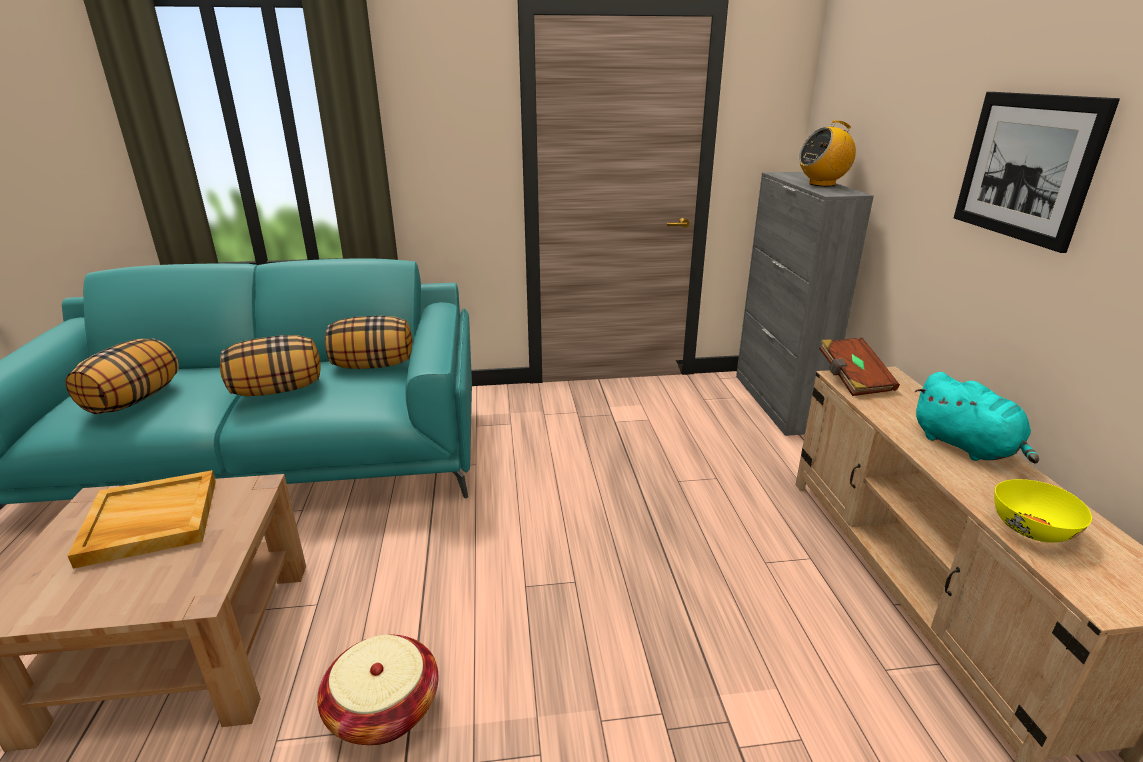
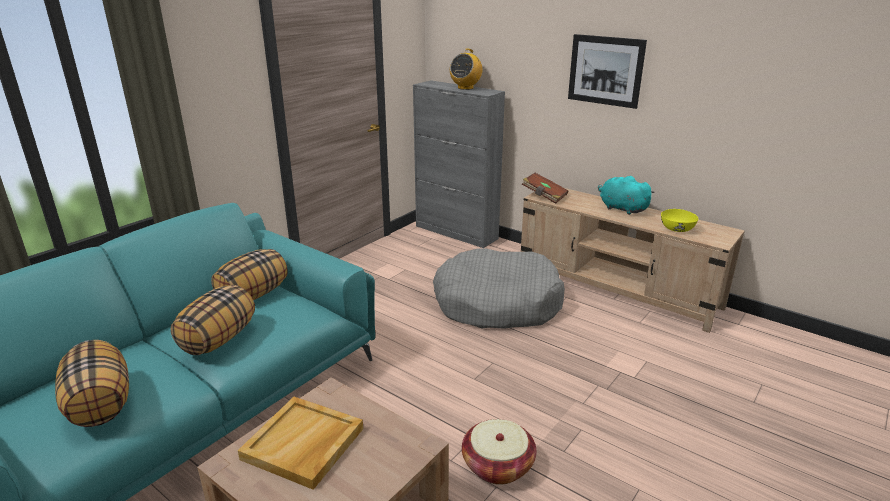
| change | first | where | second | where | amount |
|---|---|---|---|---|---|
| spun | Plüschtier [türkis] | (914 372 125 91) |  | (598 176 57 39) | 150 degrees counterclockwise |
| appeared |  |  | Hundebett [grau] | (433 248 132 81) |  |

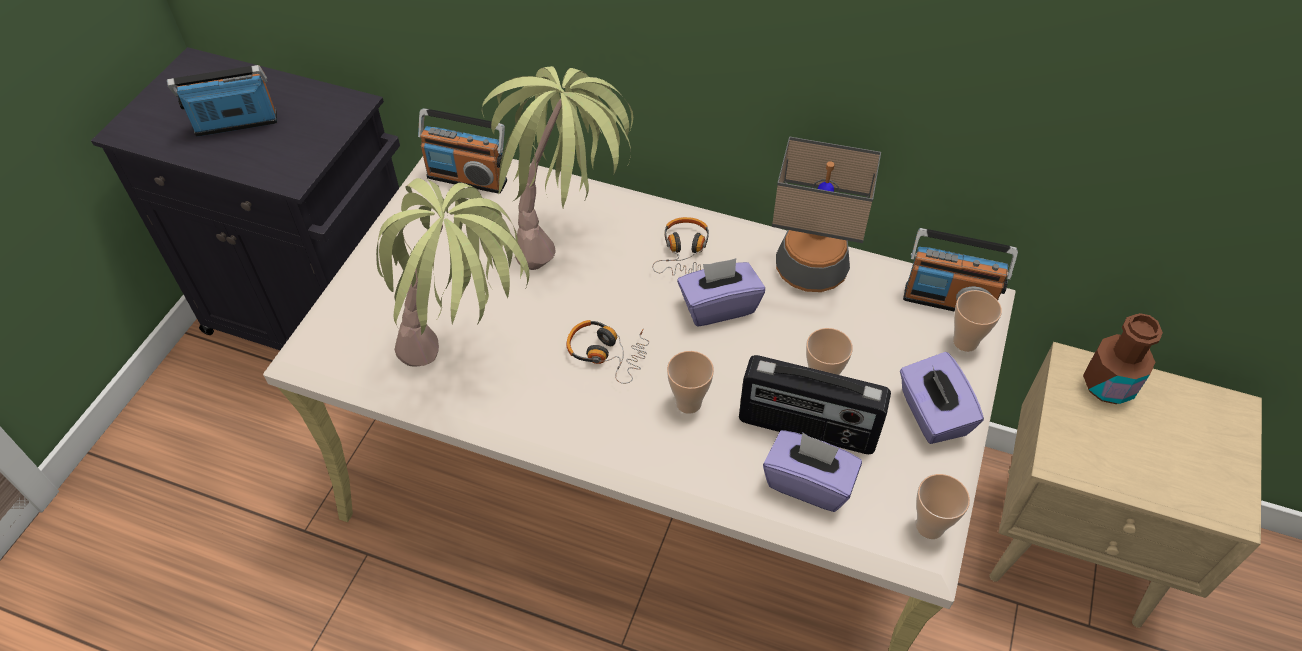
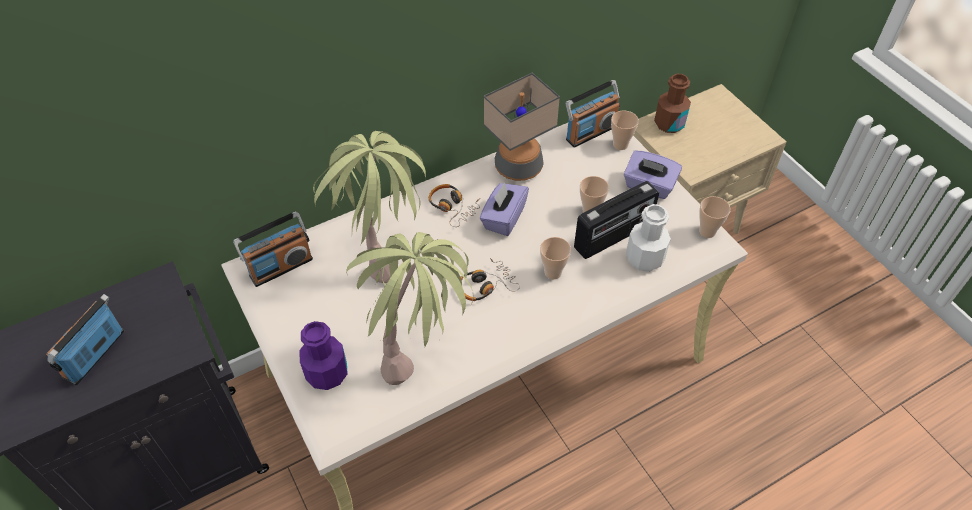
| change | first | where | second | where | amount |
|---|---|---|---|---|---|
| exchanged | Taschentuchbox [lila] | (763 430 99 82) | Flasche [weiß] | (626 204 45 68) |  |
| appeared |  |  | Flasche [lila] | (300 321 48 69) |  |

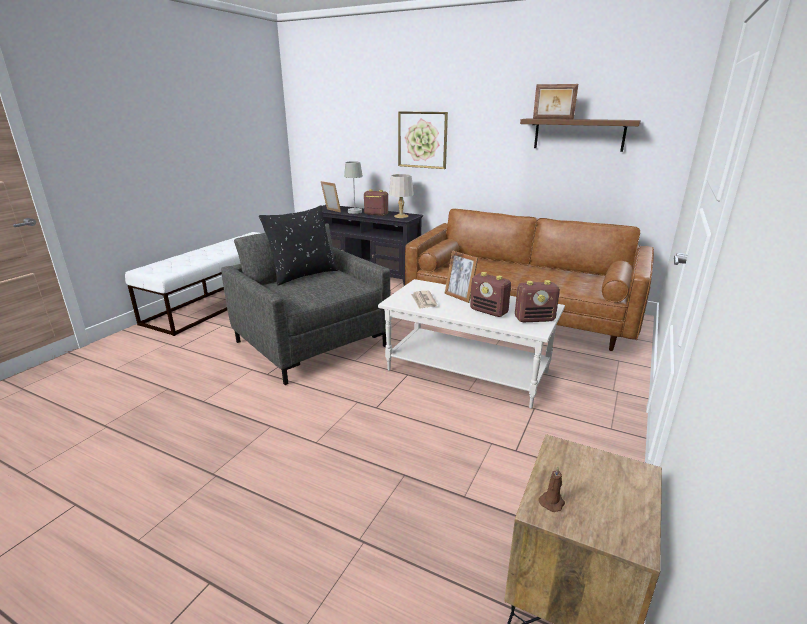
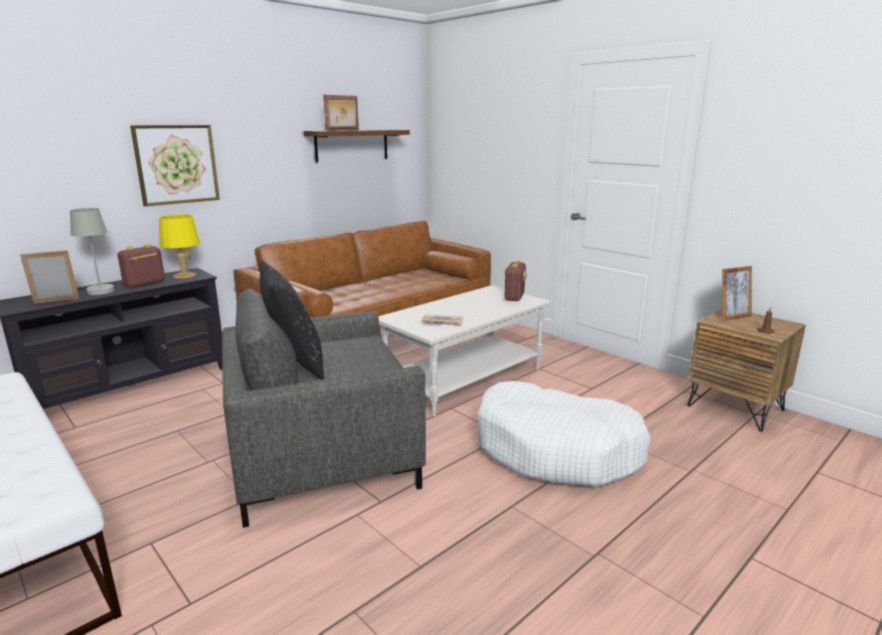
| change | first | where | second | where | amount |
|---|---|---|---|---|---|
| colour | Tischlampe [grau] | (389 174 25 44) | Tischlampe [gelb] | (159 214 41 65) |  |
| relocated | Bilderrahmen | (444 251 34 52) |  | (722 266 30 55) |  |
| missing | Radio | (470 272 41 45) |  |  |  |
| appeared |  |  | Hundebett [weiß] | (477 381 174 106) |  |

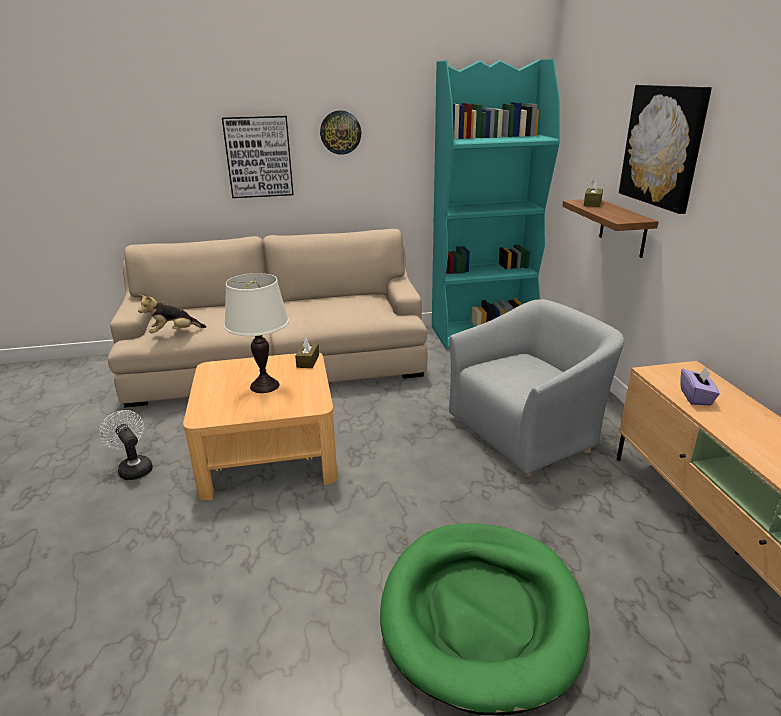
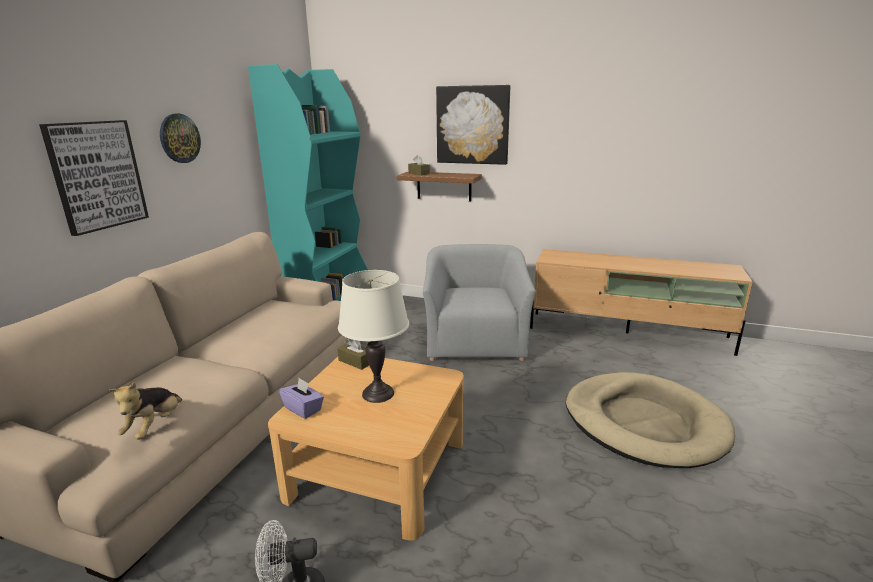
| change | first | where | second | where | amount |
|---|---|---|---|---|---|
| relocated | Taschentuchbox [lila] | (680 366 40 40) |  | (279 378 45 41) |  |
| colour | Hundebett [grün] | (380 523 209 193) | Hundebett [beige] | (566 372 169 96) |  |

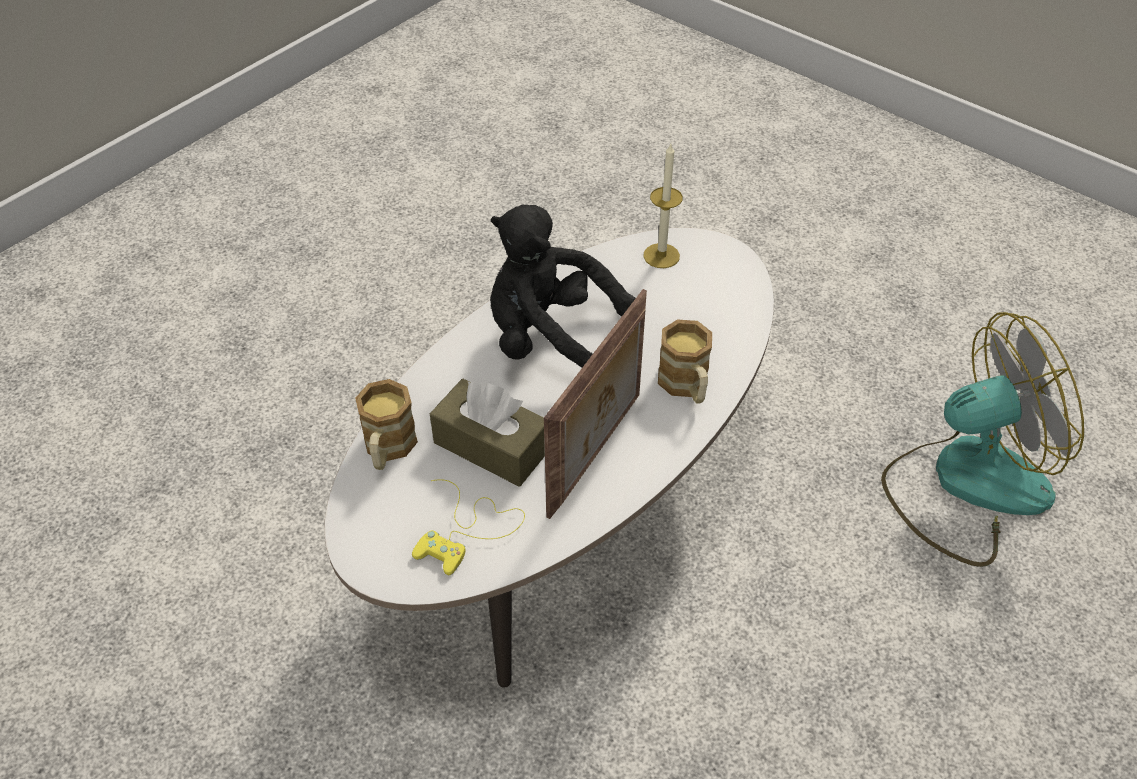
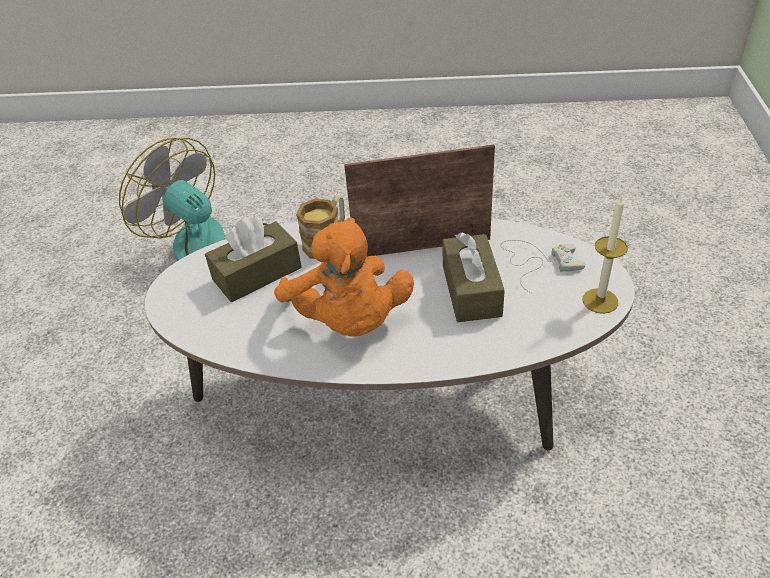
| change | first | where | second | where | amount |
|---|---|---|---|---|---|
| relocated | Kerze | (643 144 40 124) |  | (583 194 45 120) |  |
| colour | Plüschtier [schwarz] | (490 205 146 163) | Plüschtier [orange] | (274 218 140 119) |  |
| missing | Henkelbecher | (355 379 63 91) |  |  |  |
| colour | Gamepad [gelb] | (412 479 113 96) | Gamepad [weiß] | (501 240 84 53) |  |
| appeared |  |  | Taschentuchbox [braun] | (205 217 97 85) |  |

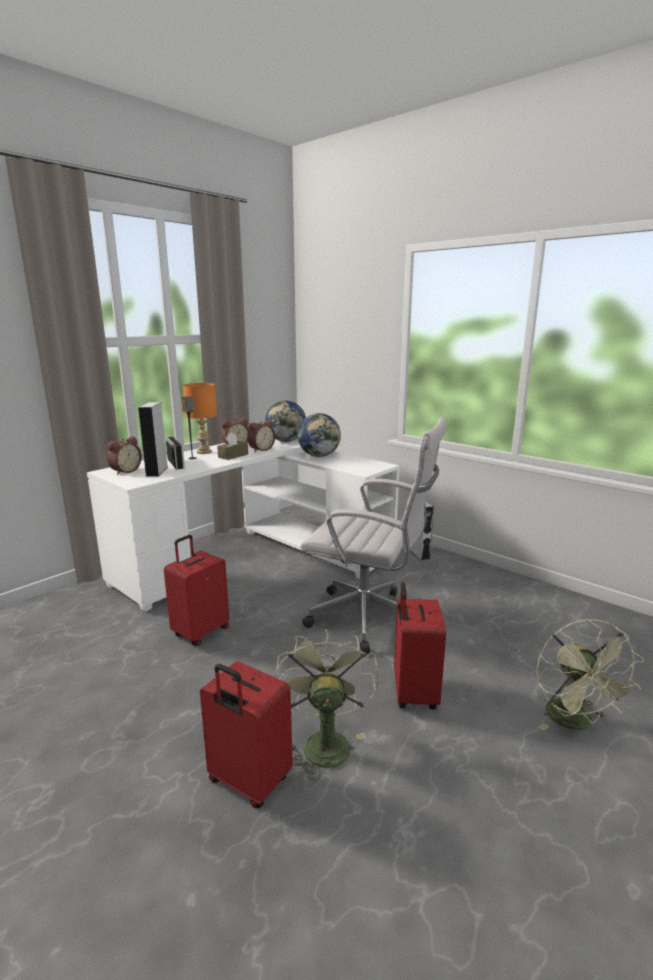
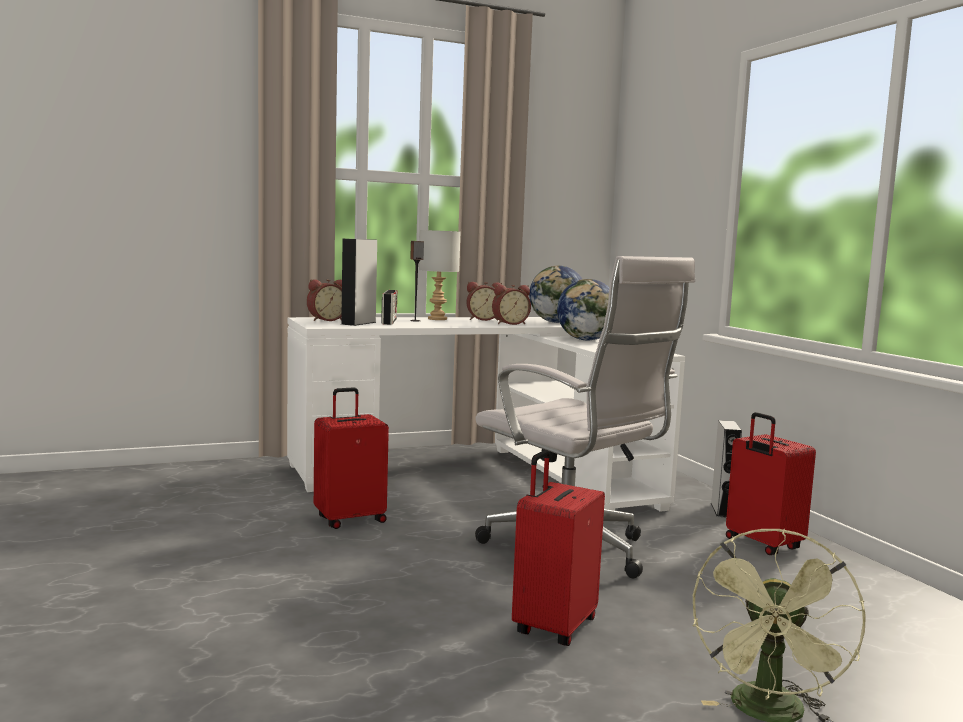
| change | first | where | second | where | amount |
|---|---|---|---|---|---|
| colour | Tischlampe [orange] | (183 383 34 71) | Tischlampe [grau] | (419 230 41 90) |  |
| missing | Taschentuchbox [braun] | (217 433 31 27) |  |  |  |
| missing | Ventilator [grün] | (274 629 106 152) |  |  |  |
| relocated | Koffer [rot] | (200 661 93 147) |  | (726 412 90 143) |  |

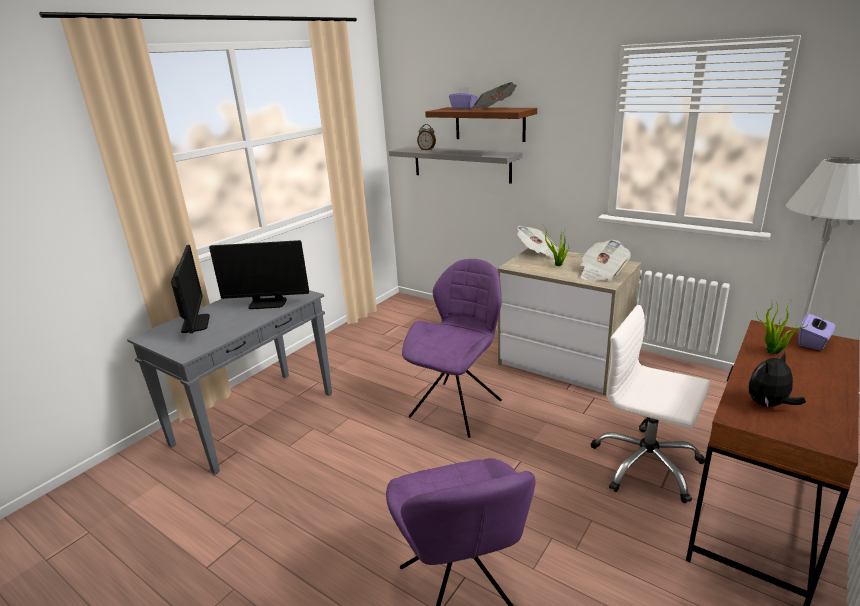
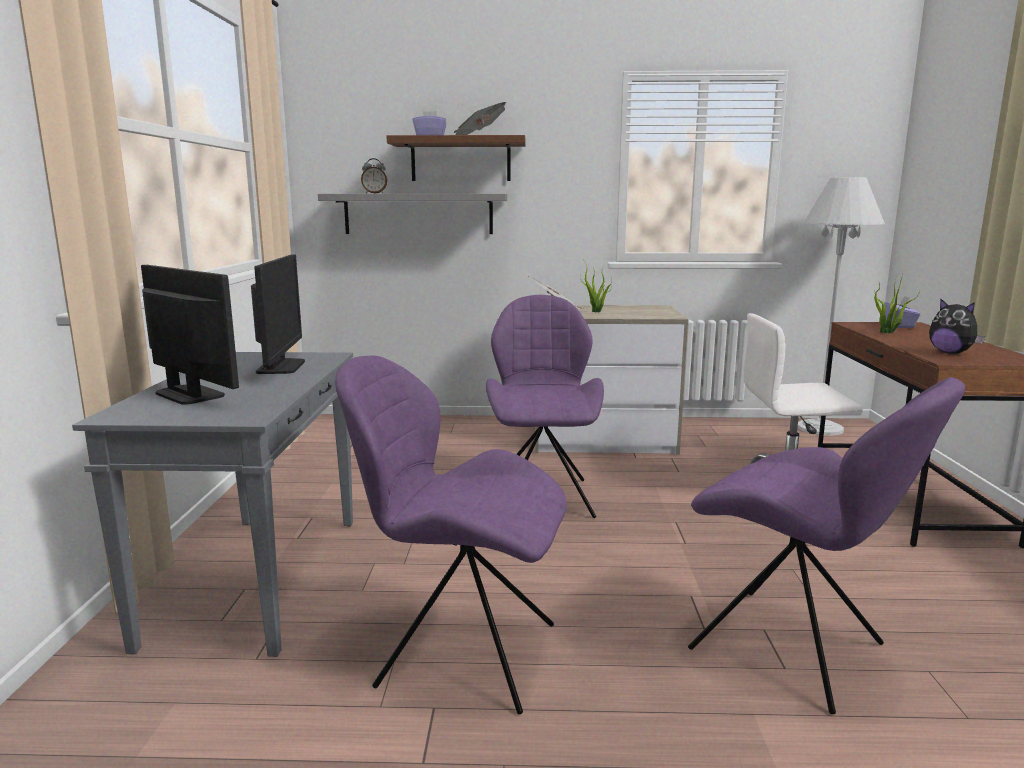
| change | first | where | second | where | amount |
|---|---|---|---|---|---|
| spun | Monitor | (209 240 100 69) |  | (251 254 54 120) | 60 degrees counterclockwise |
| missing | Zeitung | (580 240 51 40) |  |  |  |
| spun | Plüschtier | (749 351 57 56) |  | (929 299 56 55) | 60 degrees counterclockwise |
| appeared |  |  | Stuhl [lila] | (335 356 232 358) |  |

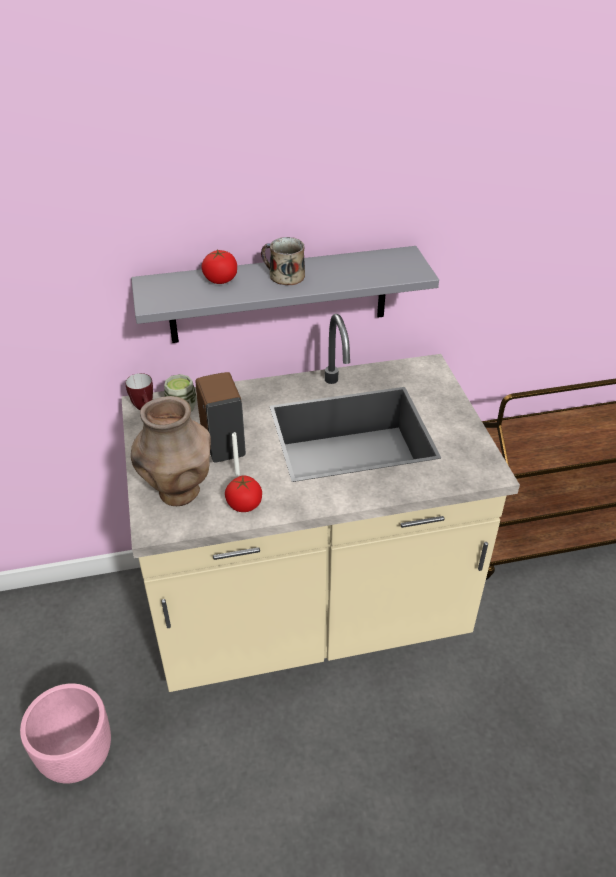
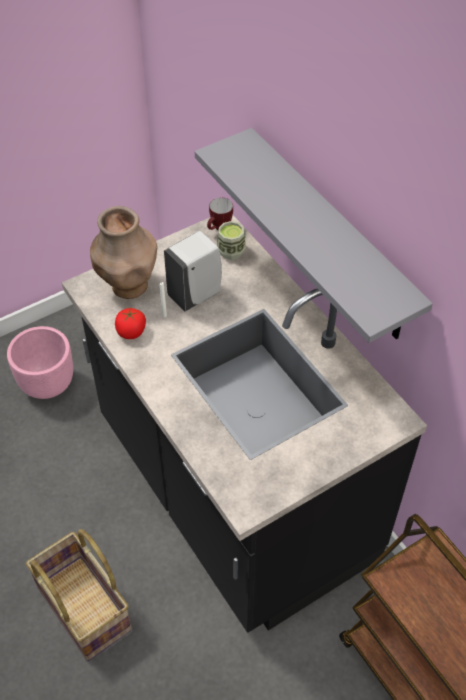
| change | first | where | second | where | amount |
|---|---|---|---|---|---|
| missing | Henkelbecher | (261 237 44 48) |  |  |  |
| missing | Tomate | (201 250 36 34) |  |  |  |
| colour | Küchenzeile [beige] | (121 314 399 378) | Küchenzeile [schwarz] | (62 215 365 418) |  |
| colour | Seifenspender [braun] | (195 372 51 91) | Seifenspender [weiß] | (164 231 58 80) |  |
| appeared |  |  | Korb | (26 529 106 132) |  |

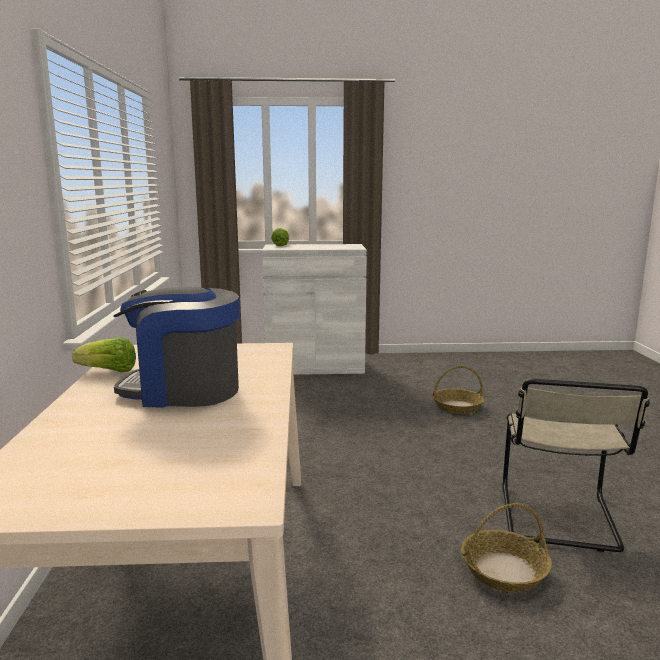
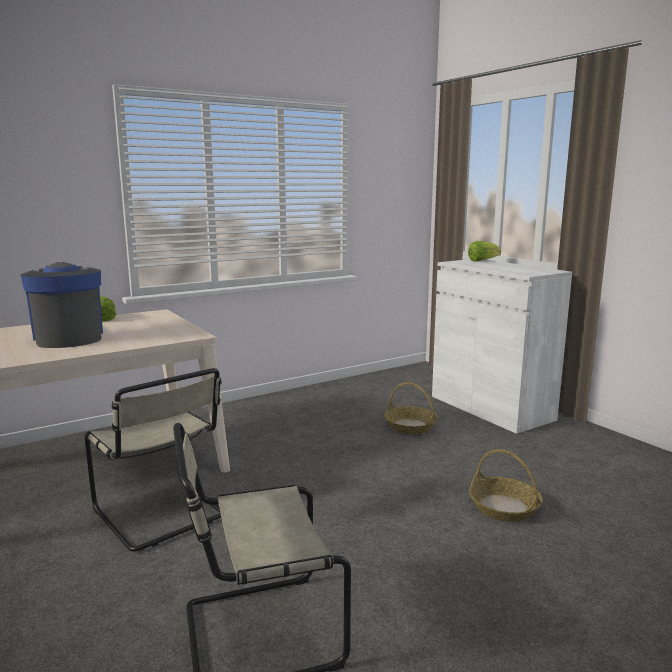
| change | first | where | second | where | amount |
|---|---|---|---|---|---|
| relocated | Korb | (461 503 91 89) |  | (384 382 54 52) |  |
| appeared |  |  | Stuhl [beige] | (85 368 137 184) |  |

